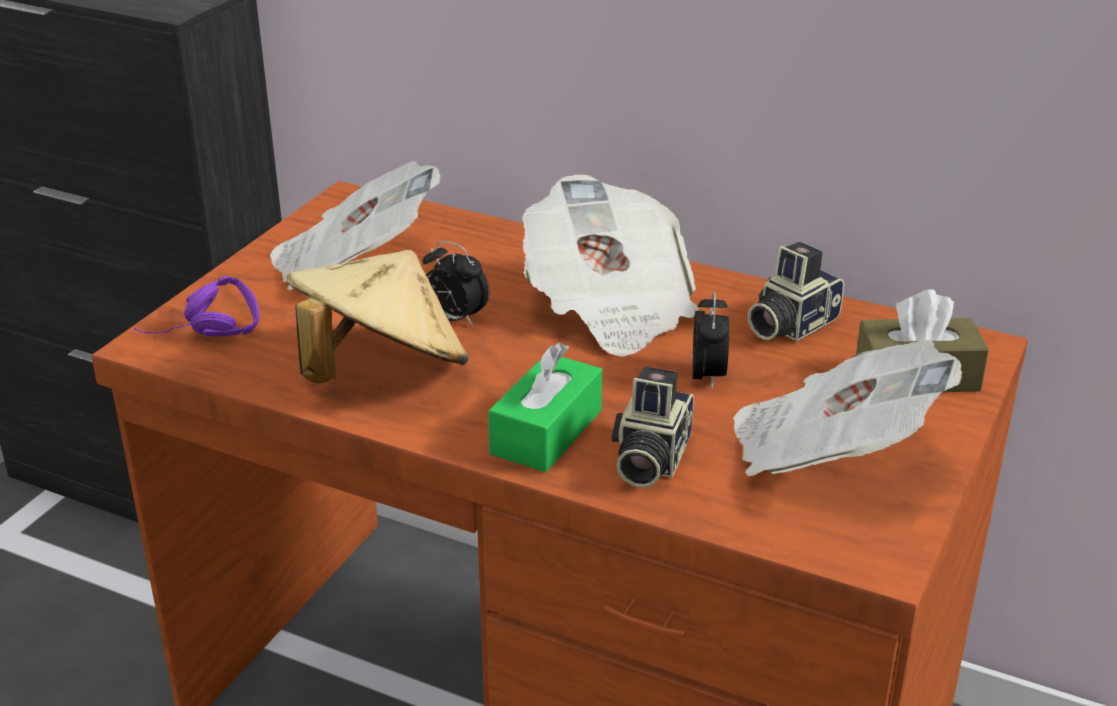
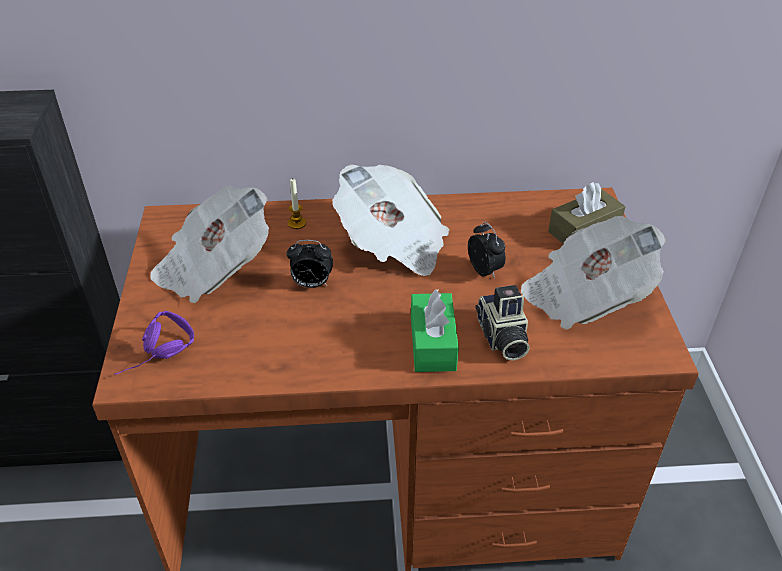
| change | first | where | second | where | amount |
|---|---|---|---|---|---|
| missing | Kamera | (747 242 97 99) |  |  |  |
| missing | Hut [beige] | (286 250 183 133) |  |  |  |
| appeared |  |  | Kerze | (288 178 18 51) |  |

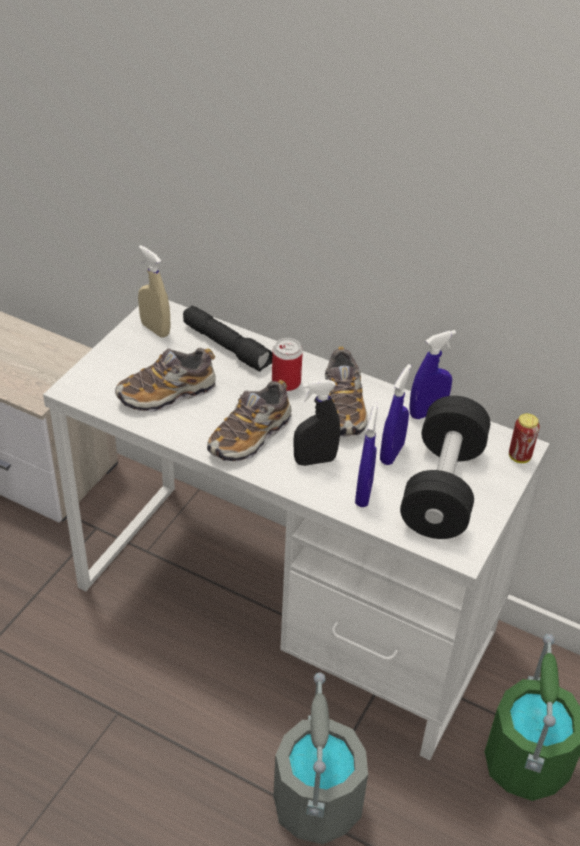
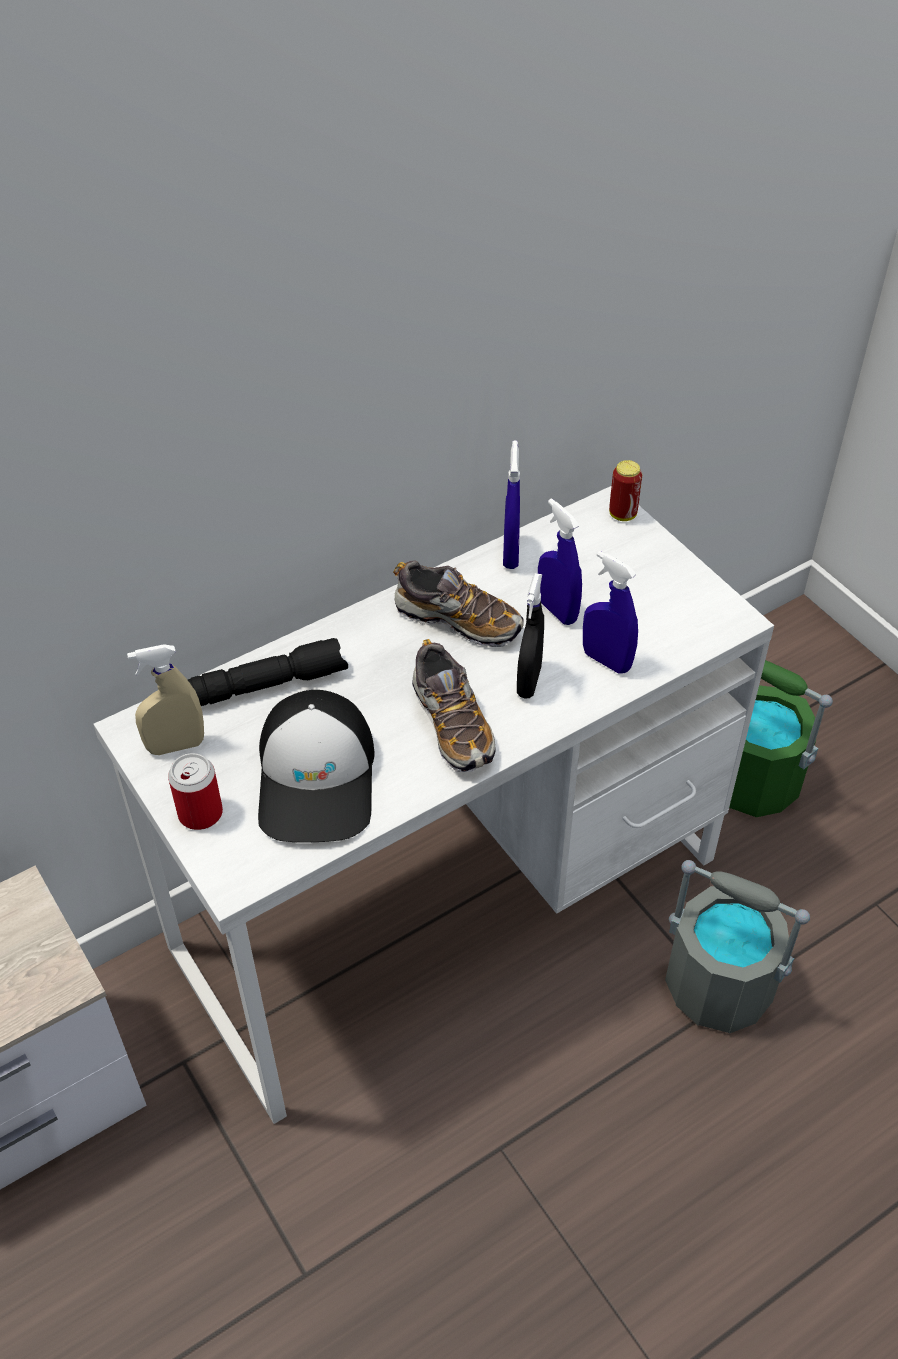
| change | first | where | second | where | amount |
|---|---|---|---|---|---|
| relocated | Dose | (272 338 31 53) |  | (168 753 55 77) |  |
| exchanged | Schuh | (115 348 101 63) | Kappe | (258 690 117 152) |  |
| missing | Hantel [schwarz] | (400 396 90 143) |  |  |  |

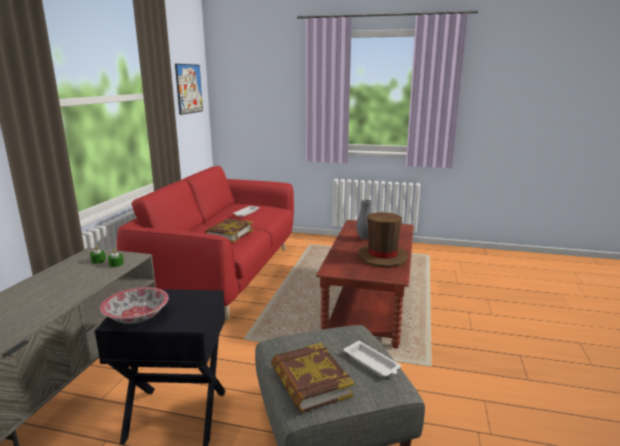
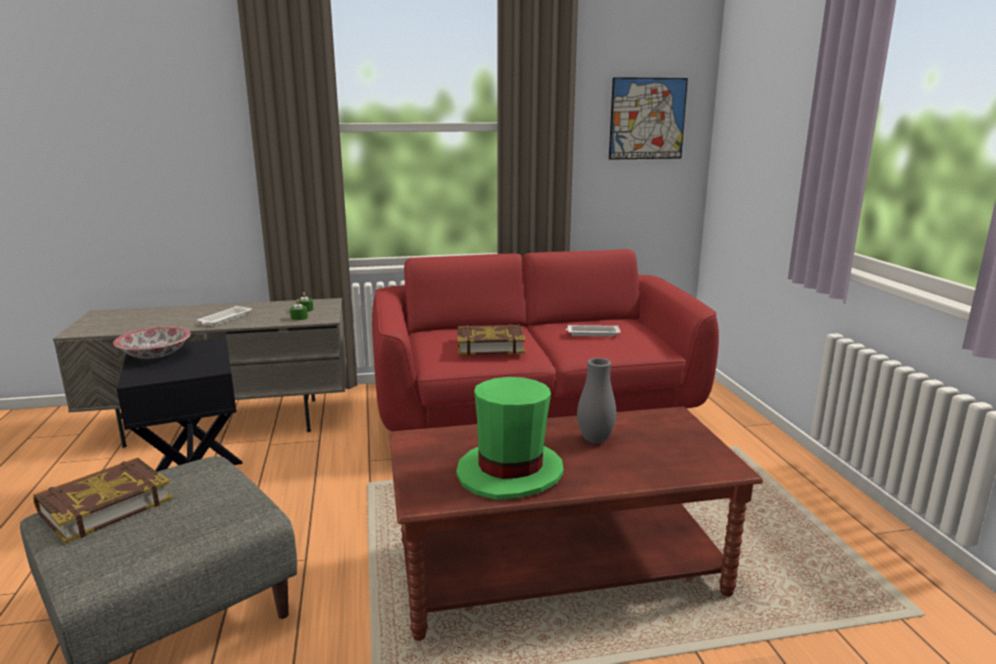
| change | first | where | second | where | amount |
|---|---|---|---|---|---|
| colour | Hut [braun] | (358 212 50 56) | Hut [grün] | (456 377 108 123) |  |
| relocated | Tablett [weiß] | (344 341 57 36) |  | (197 306 55 20) |  |

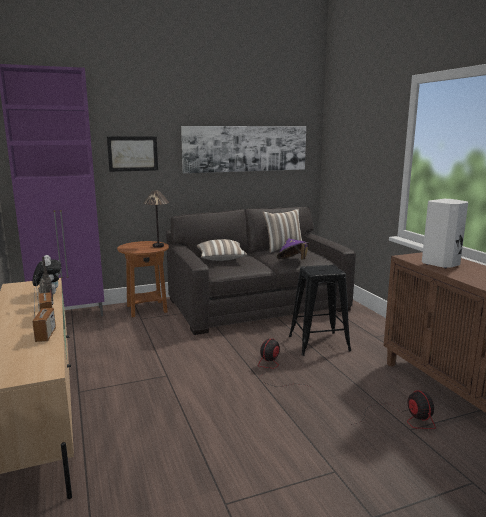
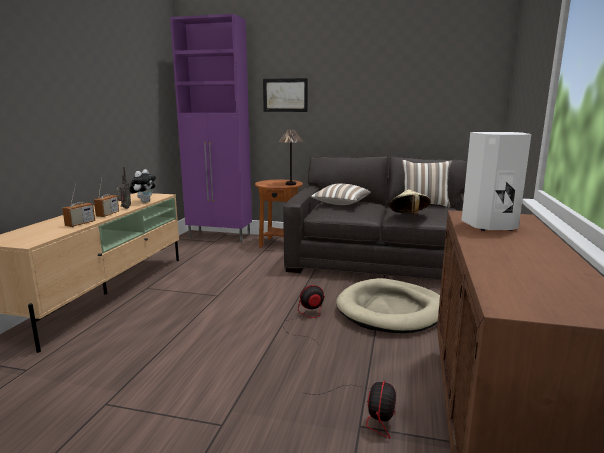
| change | first | where | second | where | amount |
|---|---|---|---|---|---|
| missing | Bild | (181 126 125 47) |  |  |  |
| colour | Hut [lila] | (277 239 33 20) | Hut [beige] | (389 189 42 25) |  |
| exchanged | Hocker [schwarz] | (289 265 62 91) | Hundebett [beige] | (336 278 104 55) |  |

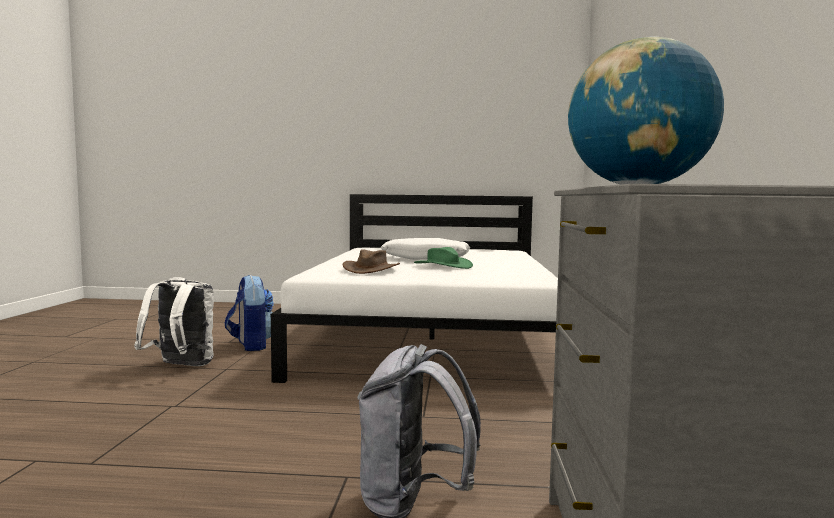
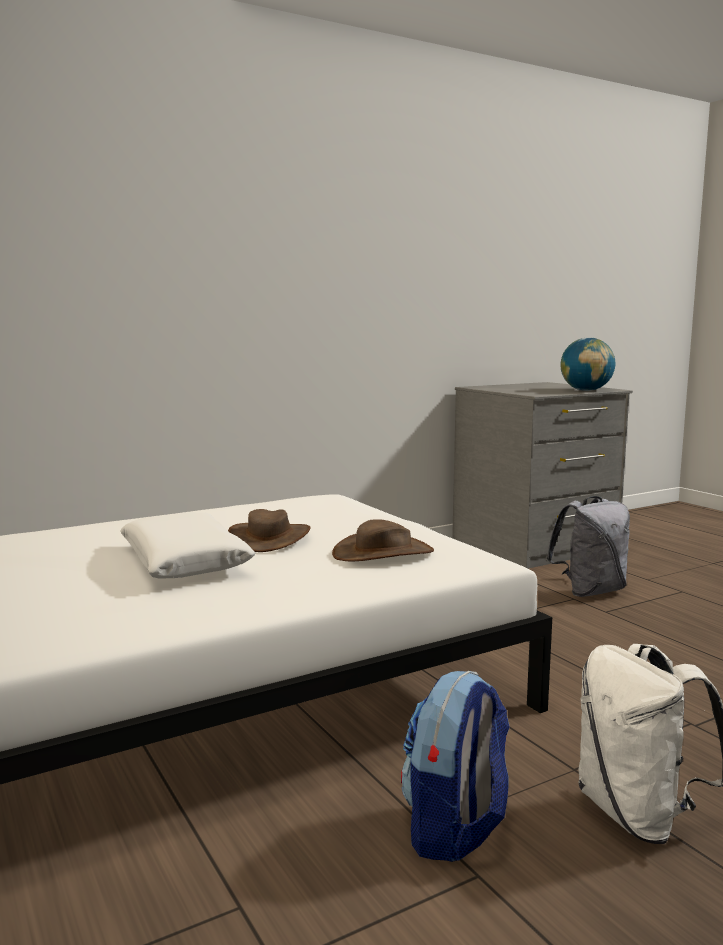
| change | first | where | second | where | amount |
|---|---|---|---|---|---|
| colour | Hut [grün] | (414 247 59 22) | Hut [braun] | (228 509 82 43) |  |

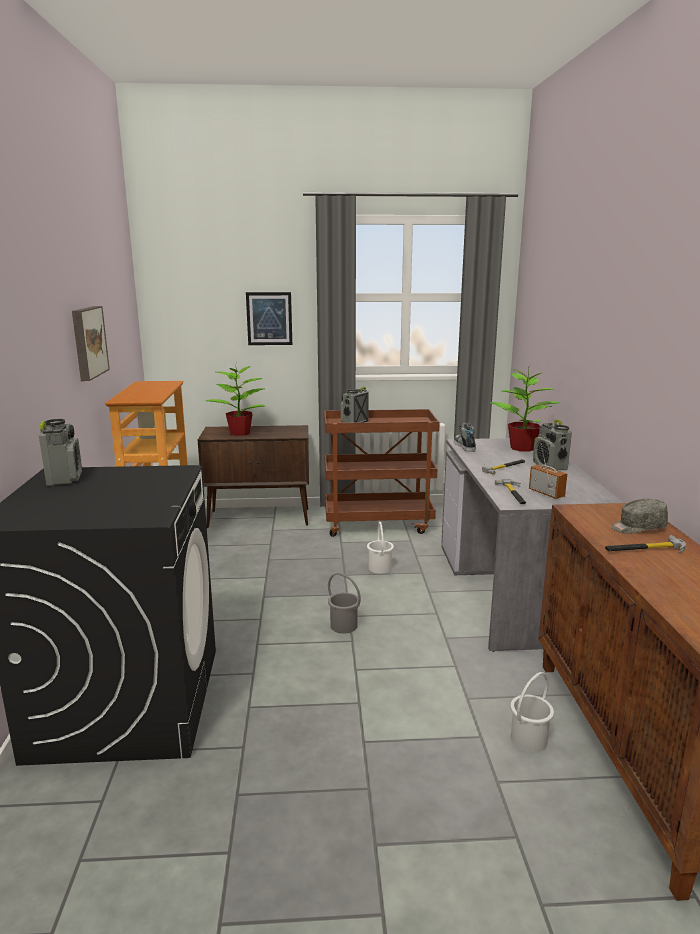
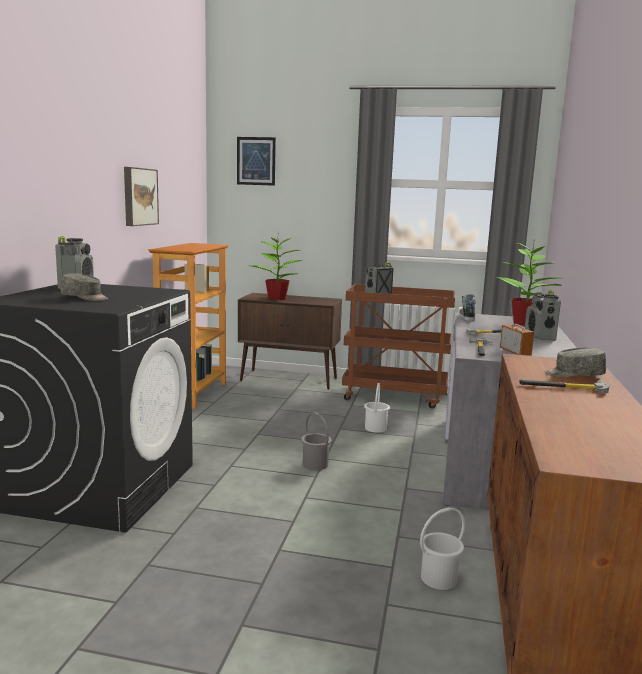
| change | first | where | second | where | amount |
|---|---|---|---|---|---|
| relocated | Bild | (246 292 46 53) |  | (237 137 39 49) |  |
| appeared |  |  | Kappe [grau] | (61 273 47 28) |  |

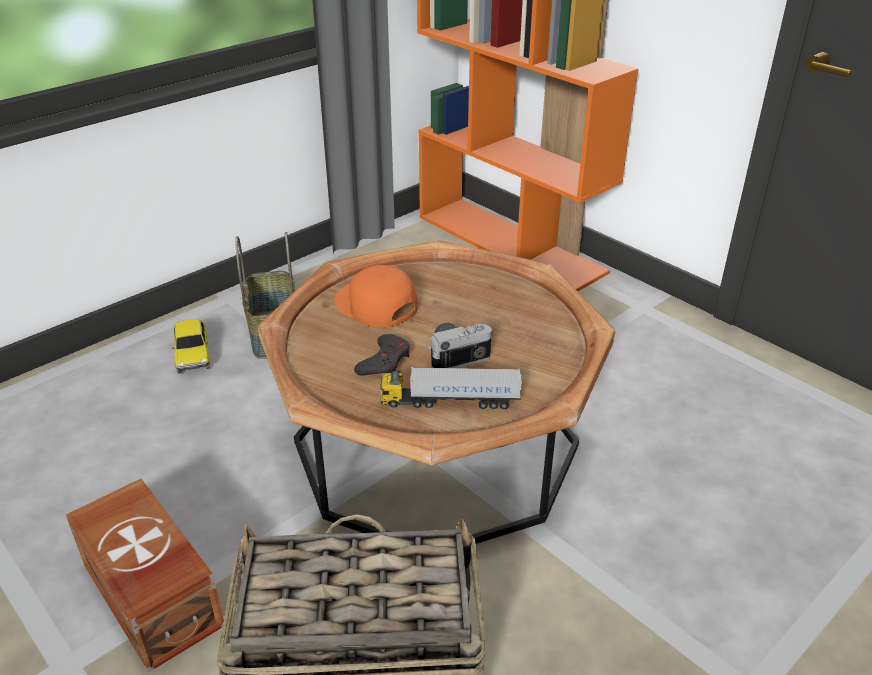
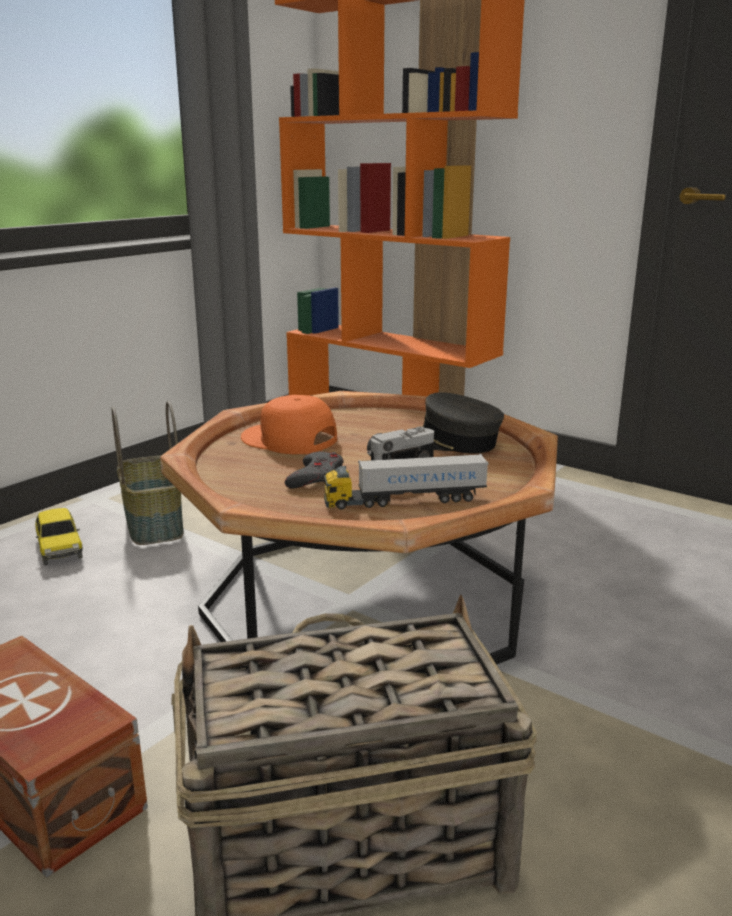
| change | first | where | second | where | amount |
|---|---|---|---|---|---|
| appeared |  |  | Kappe [grau] | (412 392 92 61) |  |

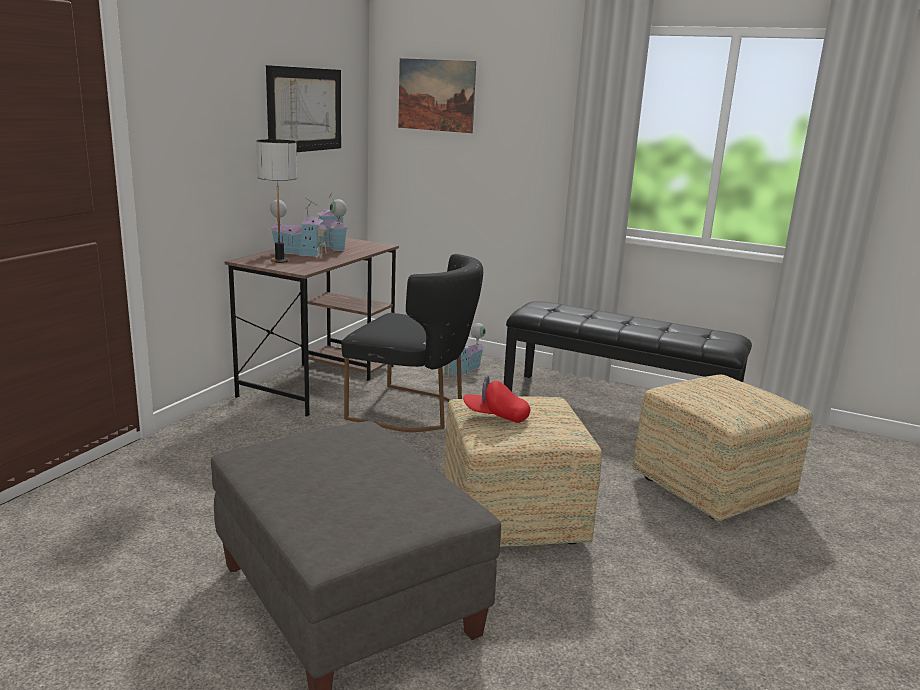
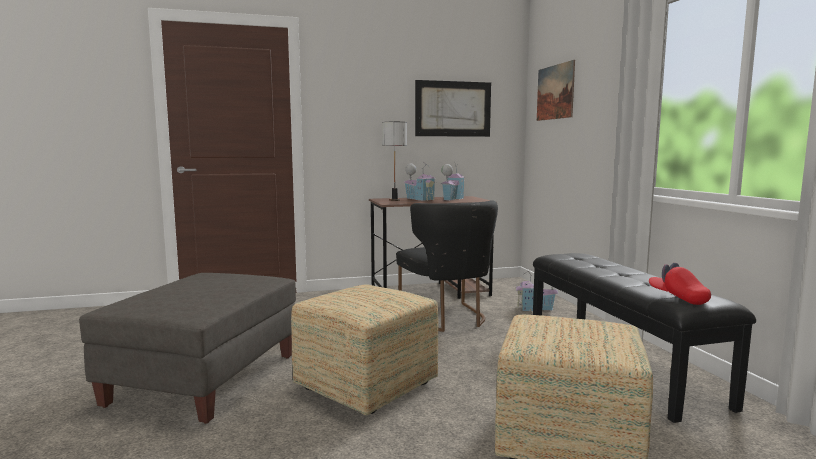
| change | first | where | second | where | amount |
|---|---|---|---|---|---|
| relocated | Kappe [rot] | (463 376 67 47) |  | (649 263 62 42) |  |

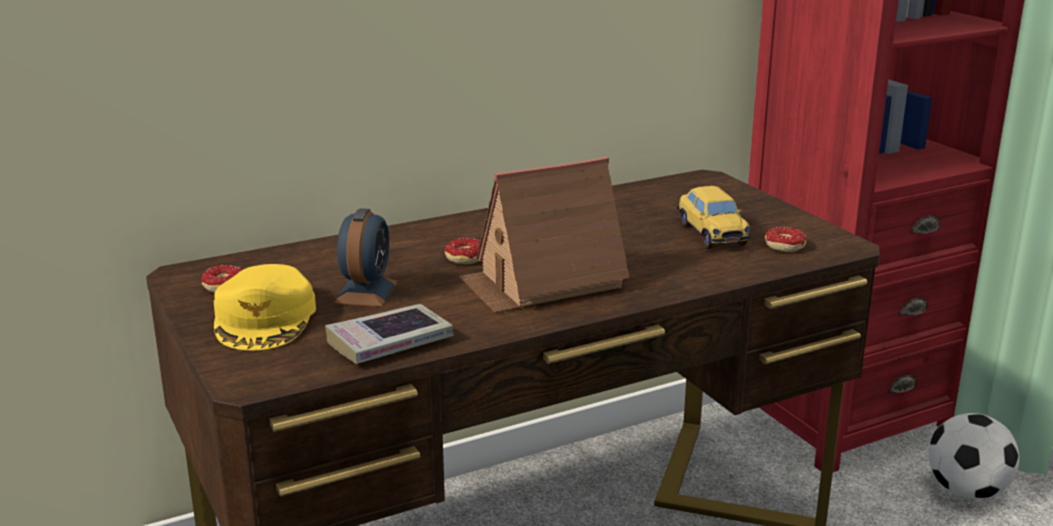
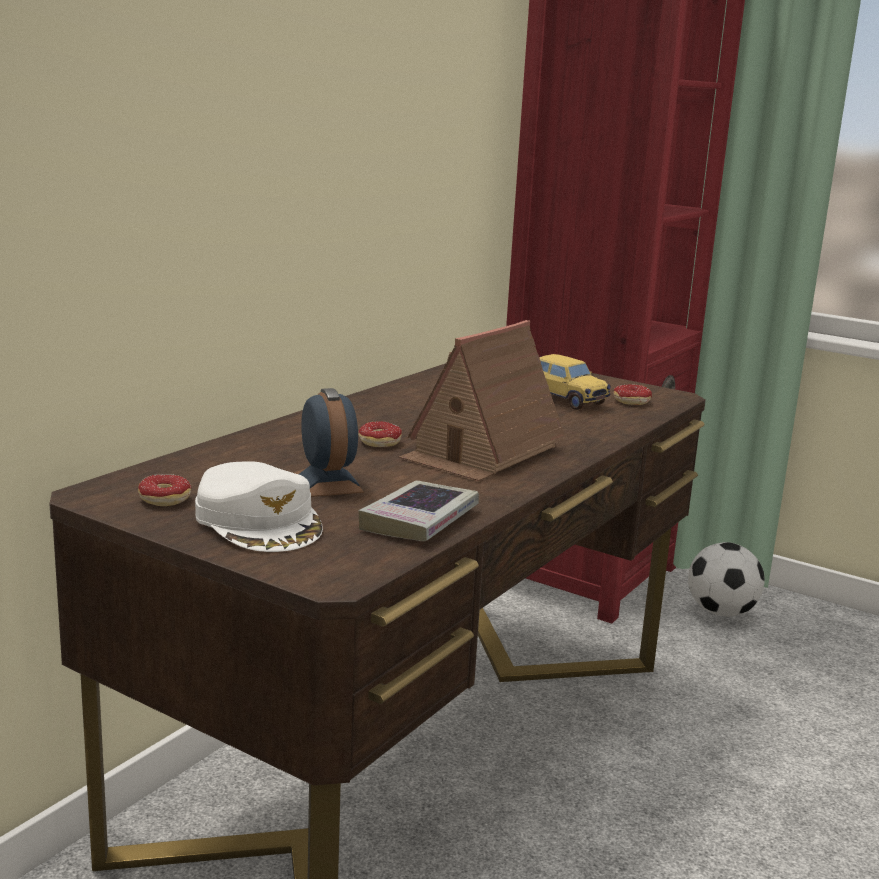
| change | first | where | second | where | amount |
|---|---|---|---|---|---|
| colour | Kappe [gelb] | (214 264 102 87) | Kappe [weiß] | (195 461 128 91) |  |

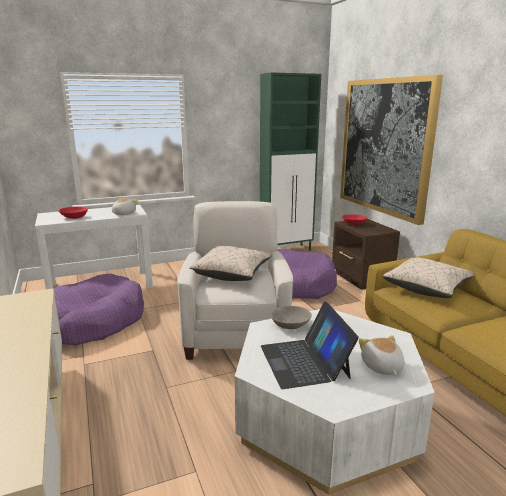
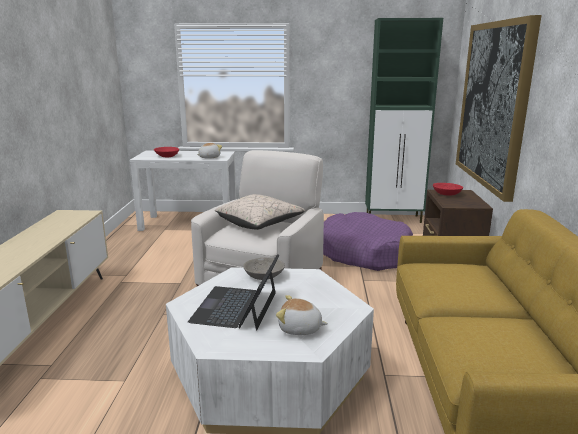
| change | first | where | second | where | amount |
|---|---|---|---|---|---|
| missing | Kissen [beige] | (383 257 91 41) |  |  |  |
| missing | Hundebett [lila] | (54 274 90 71) |  |  |  |
| spun | Plüschtier | (359 335 46 40) |  | (276 295 52 40) | 90 degrees counterclockwise |

